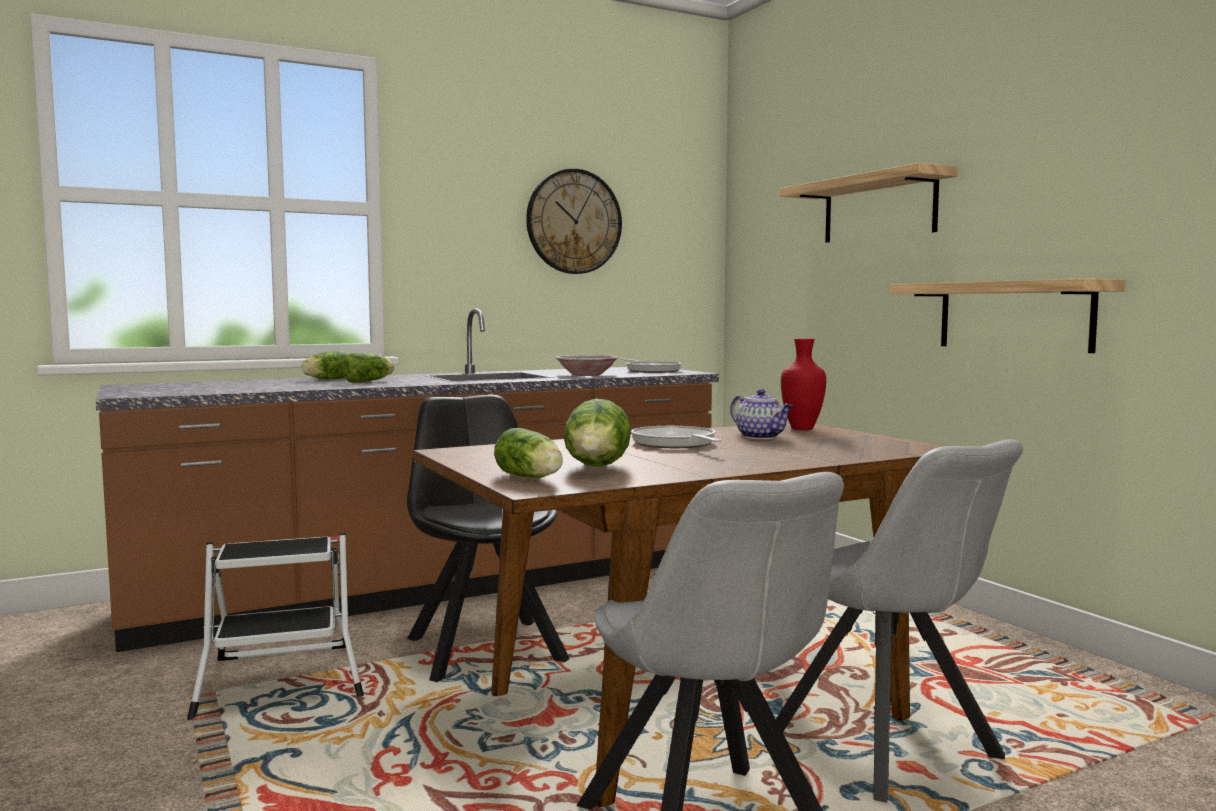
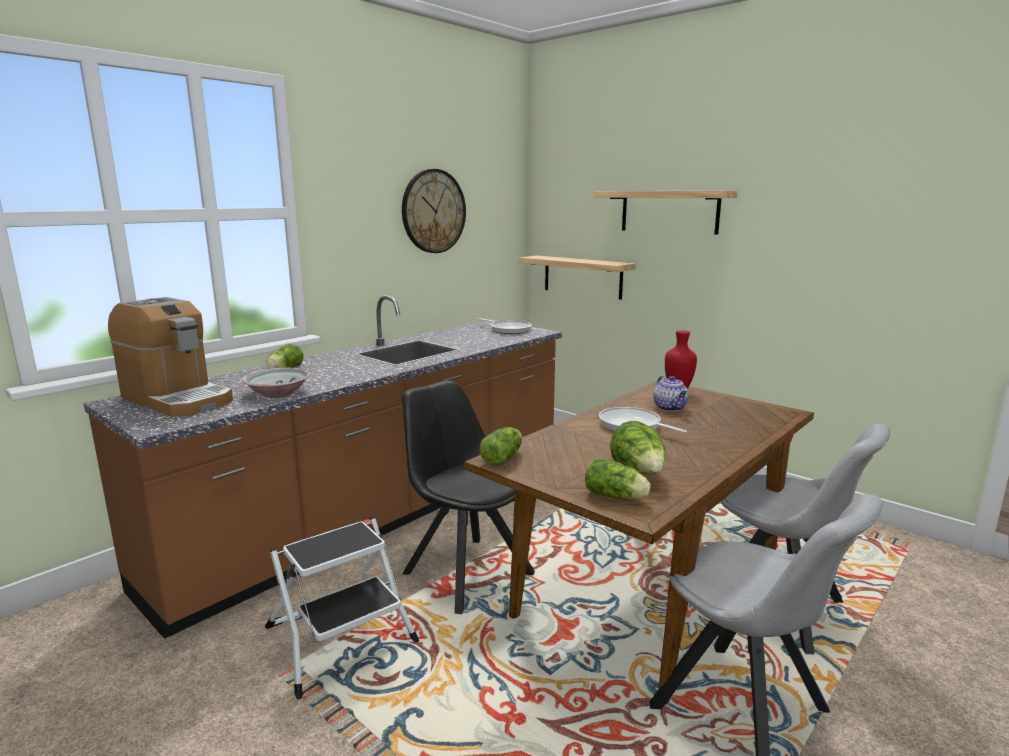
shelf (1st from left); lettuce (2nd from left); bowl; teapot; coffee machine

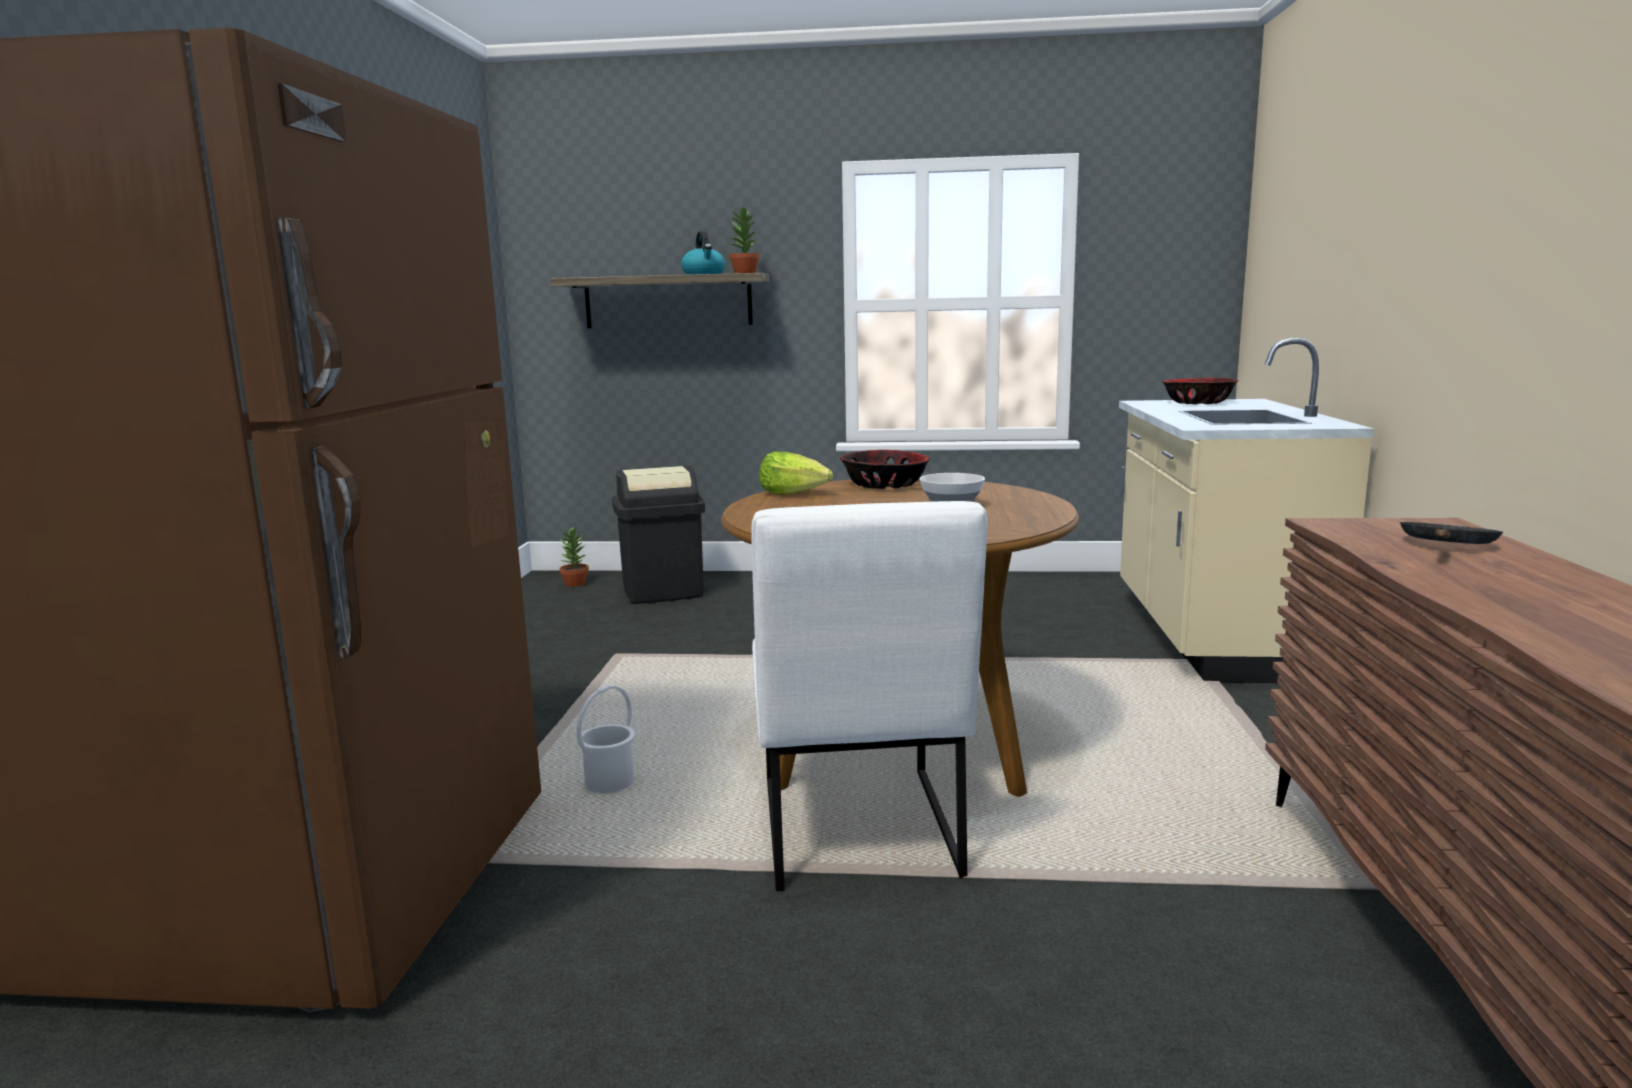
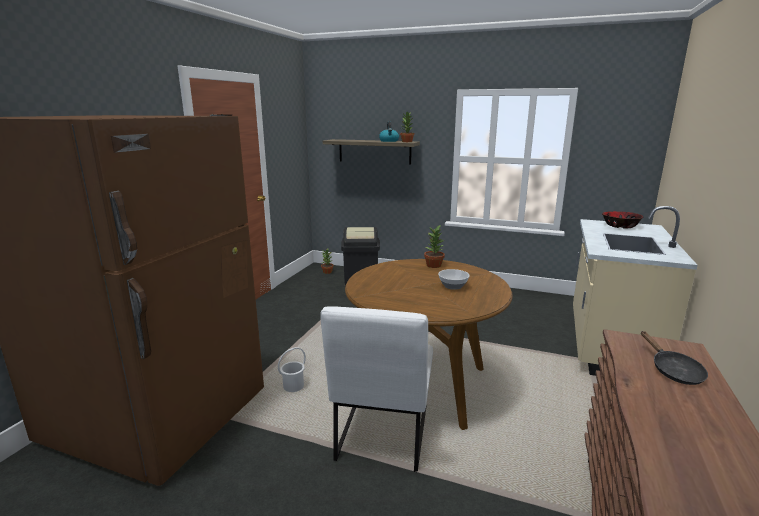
potted plant (3rd from left); lettuce; frying pan/black

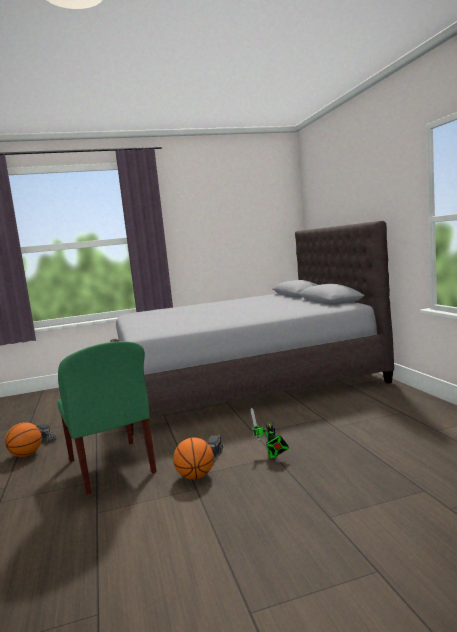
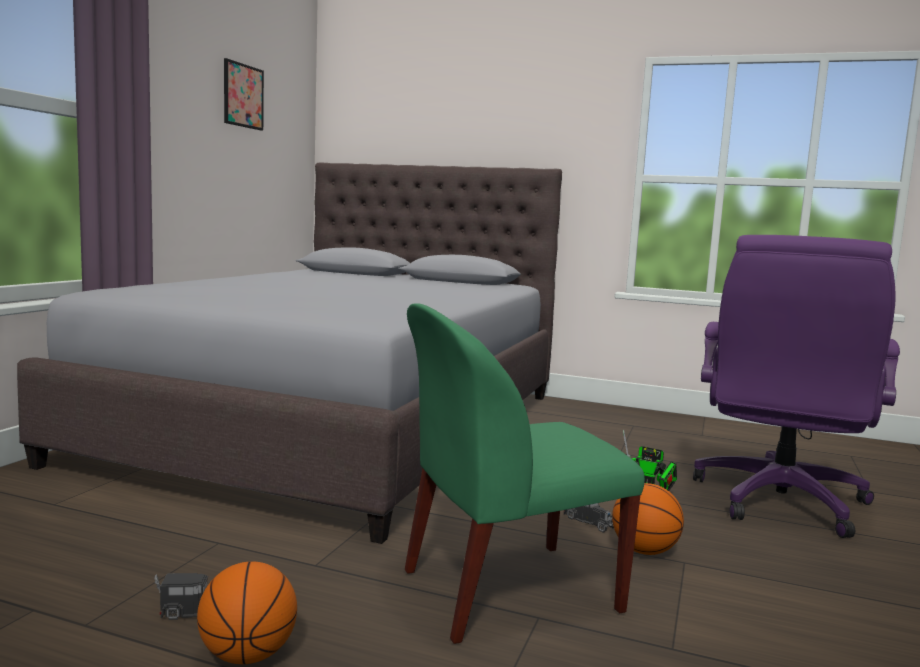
chair/green; picture; office chair/purple

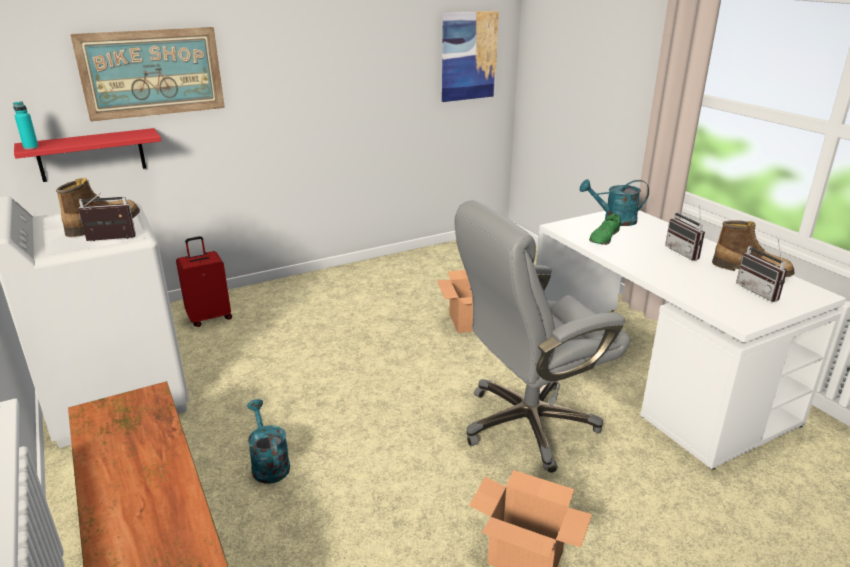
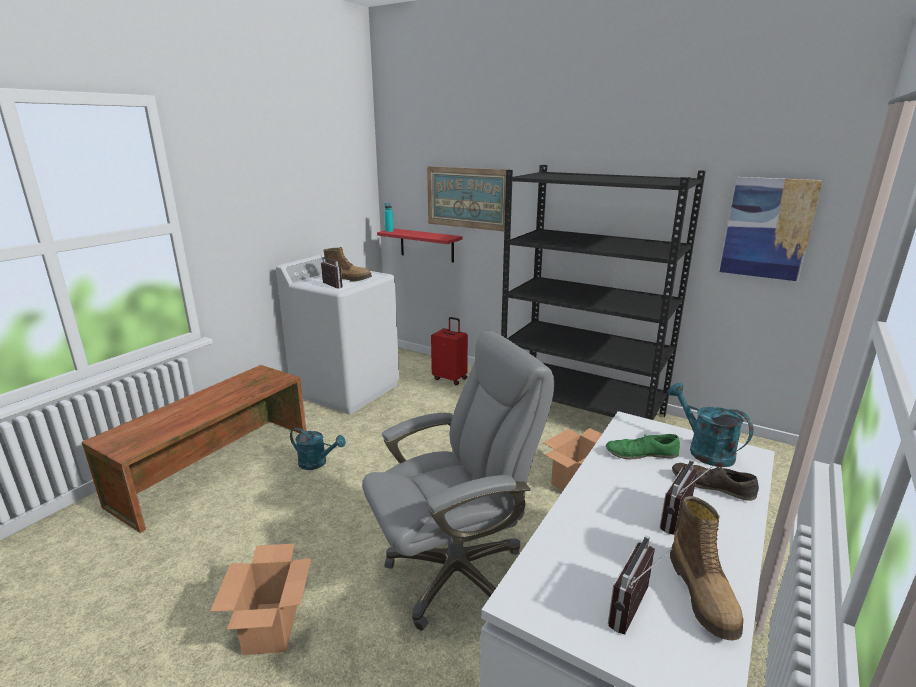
office chair/grey; watering can/turquoise (1st from left); bookcase/black; shoe/brown

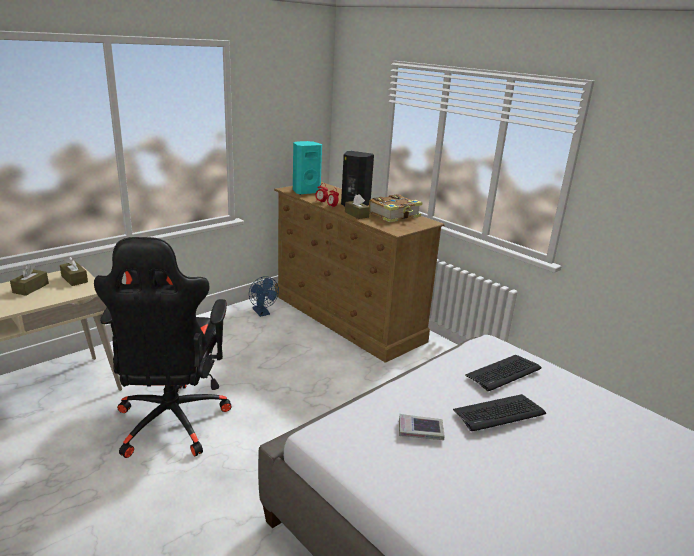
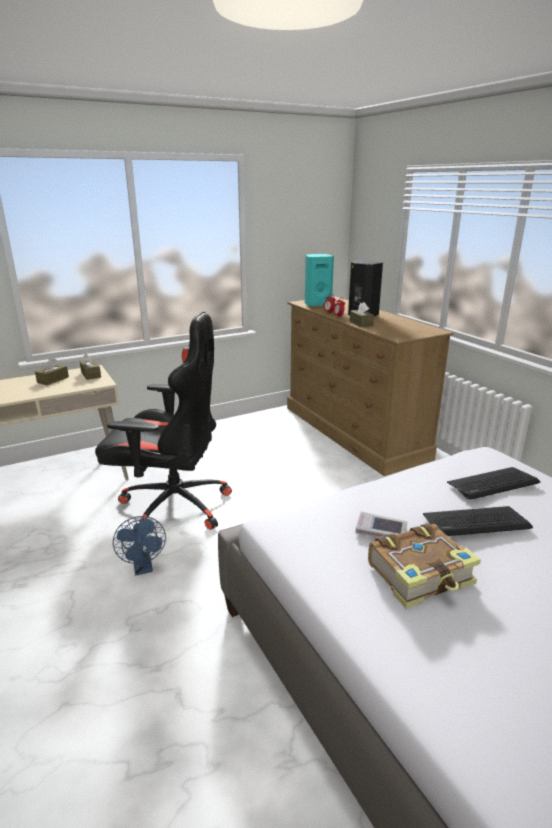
book (2nd from left); office chair/black; fan/blue

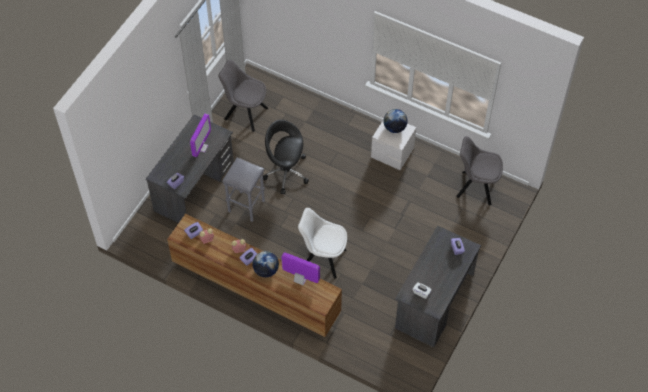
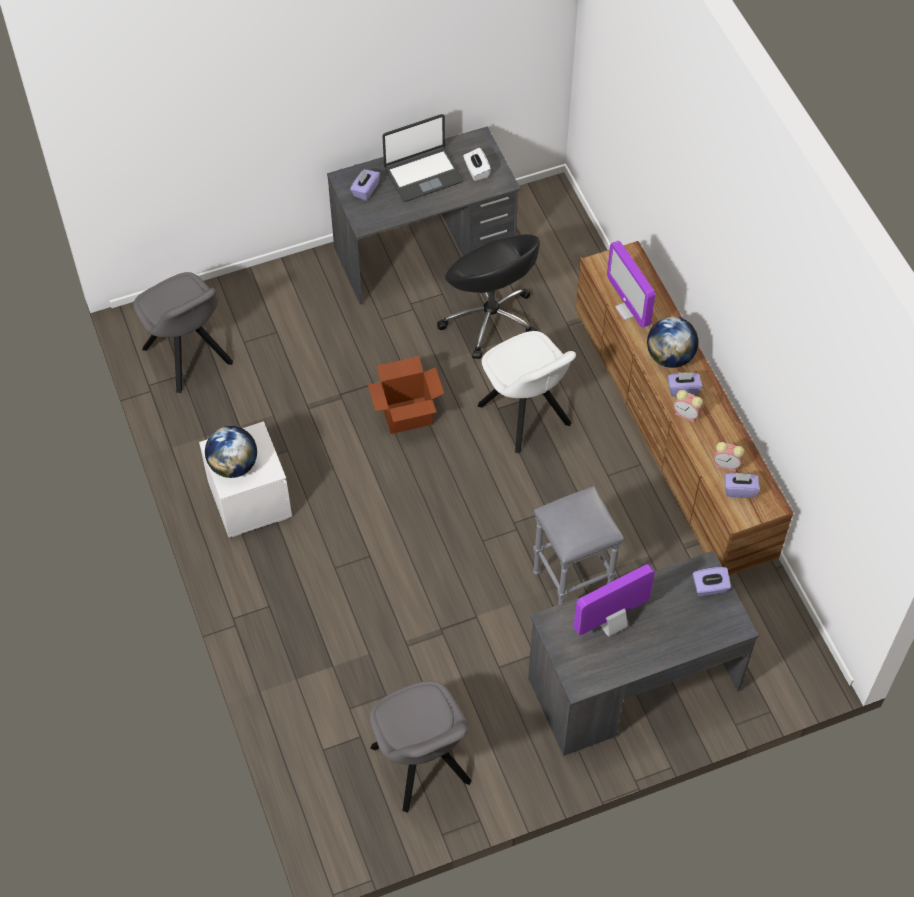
office chair/black; laptop; cardboard box

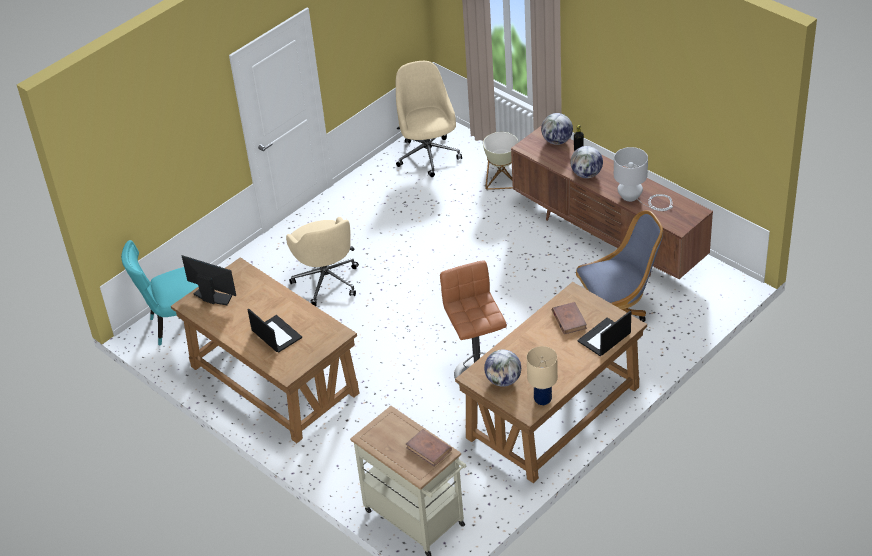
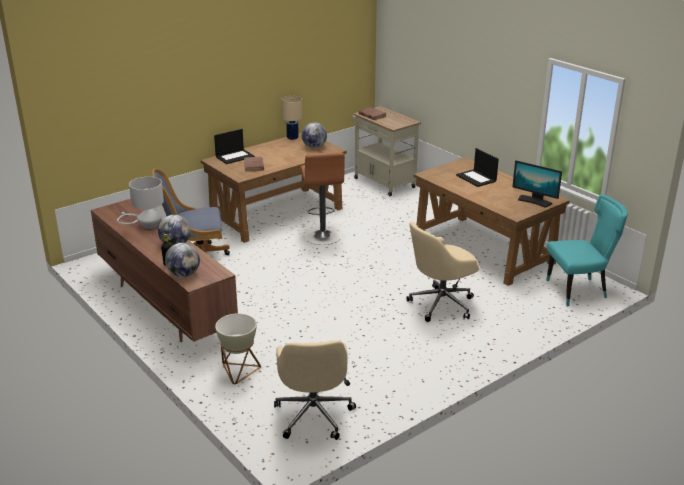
office chair/beige (2nd from left)

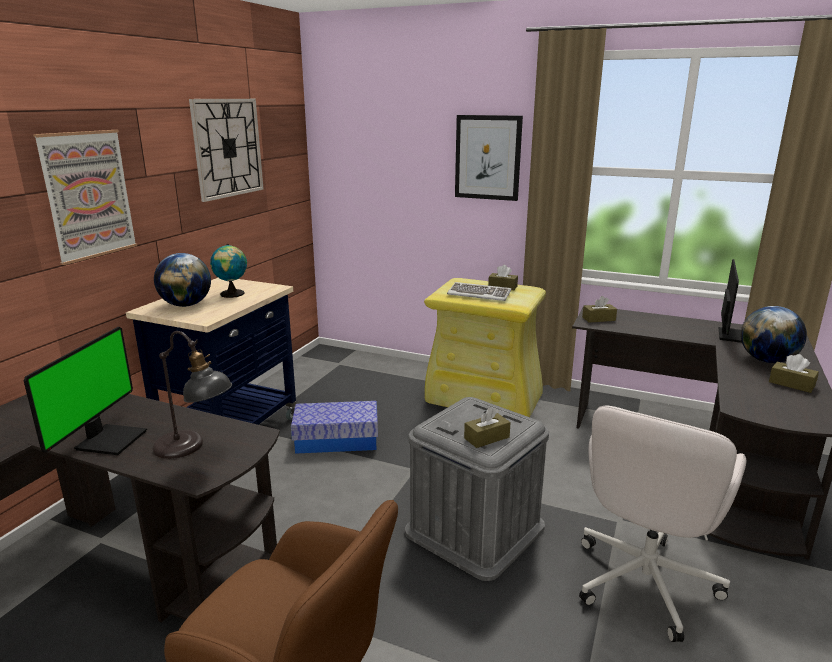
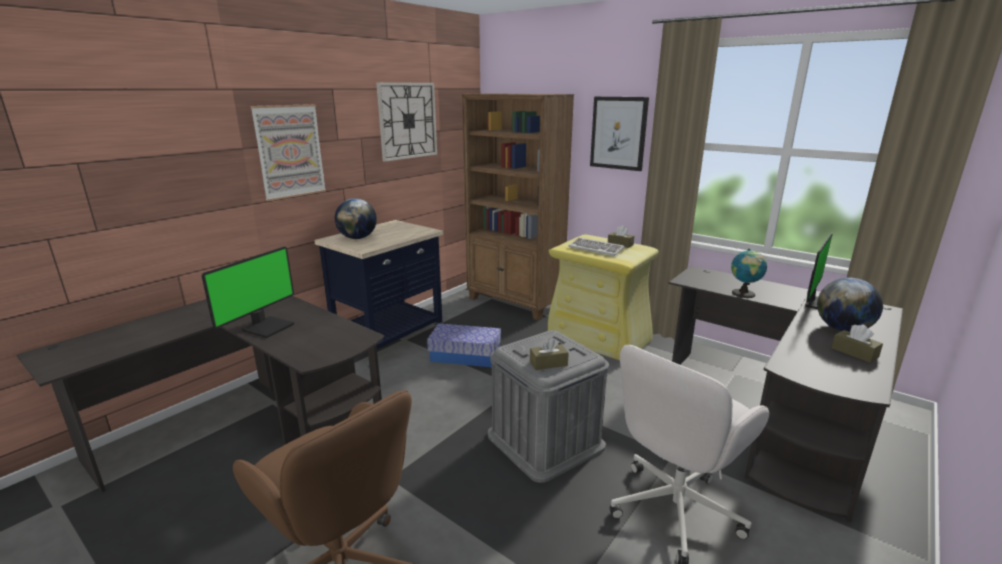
globe (2nd from left); tissue box/brown (3rd from left in the first image); table lamp/grey; bookcase/brown

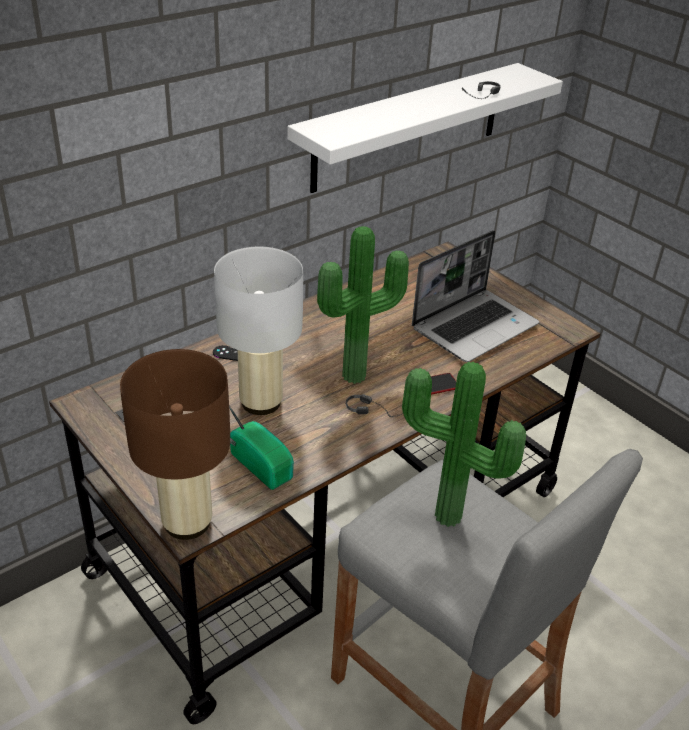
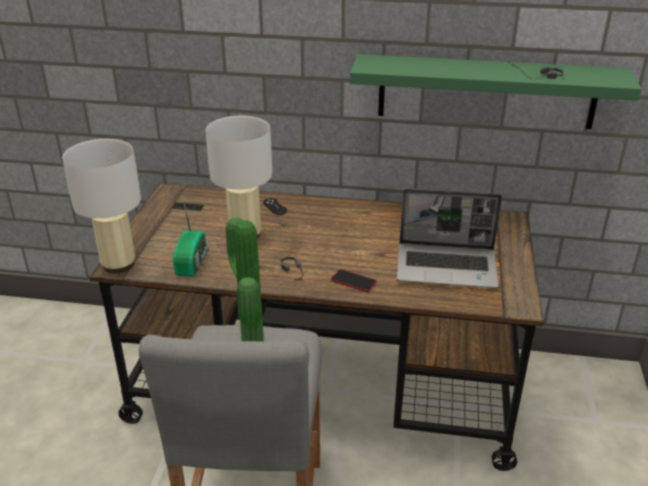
shelf/green; potted plant (1st from left in the first image); table lamp/white (1st from left)

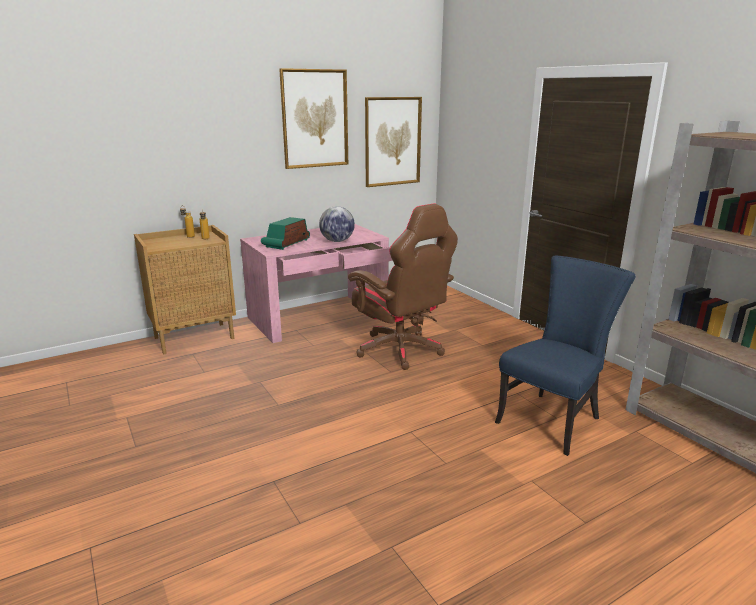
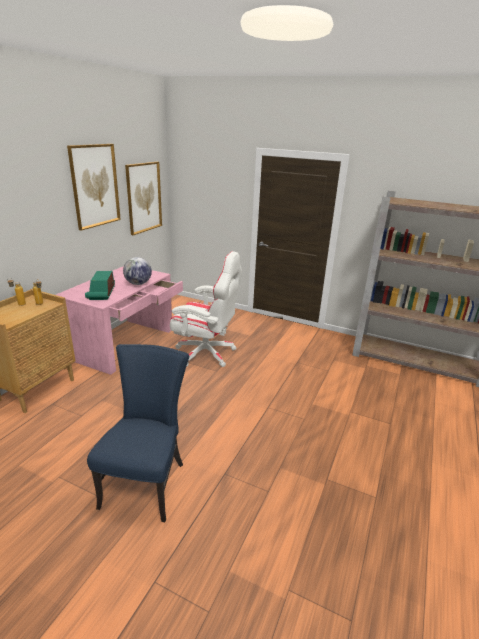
office chair/white; chair/blue

